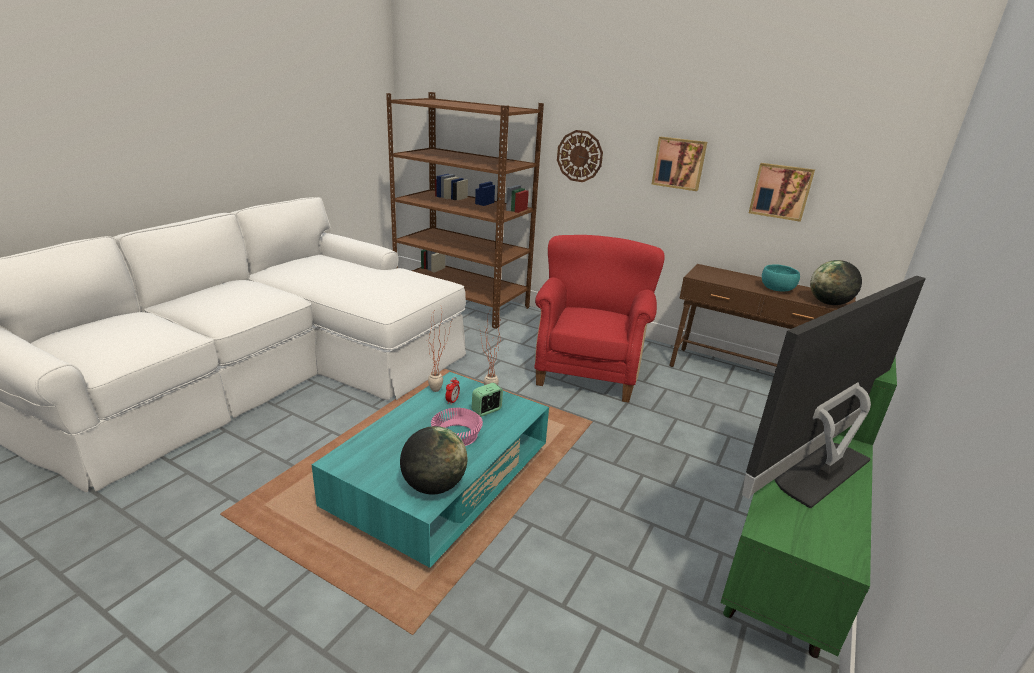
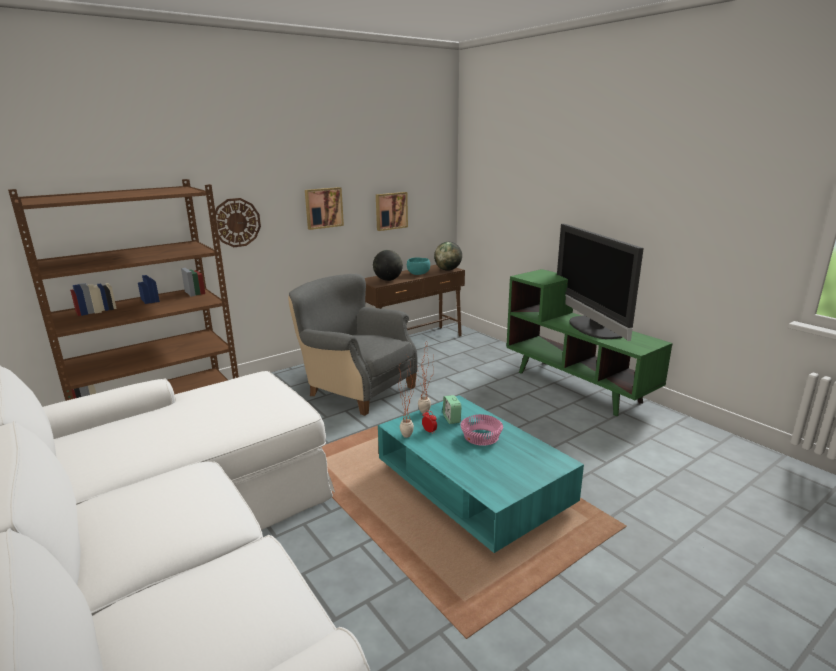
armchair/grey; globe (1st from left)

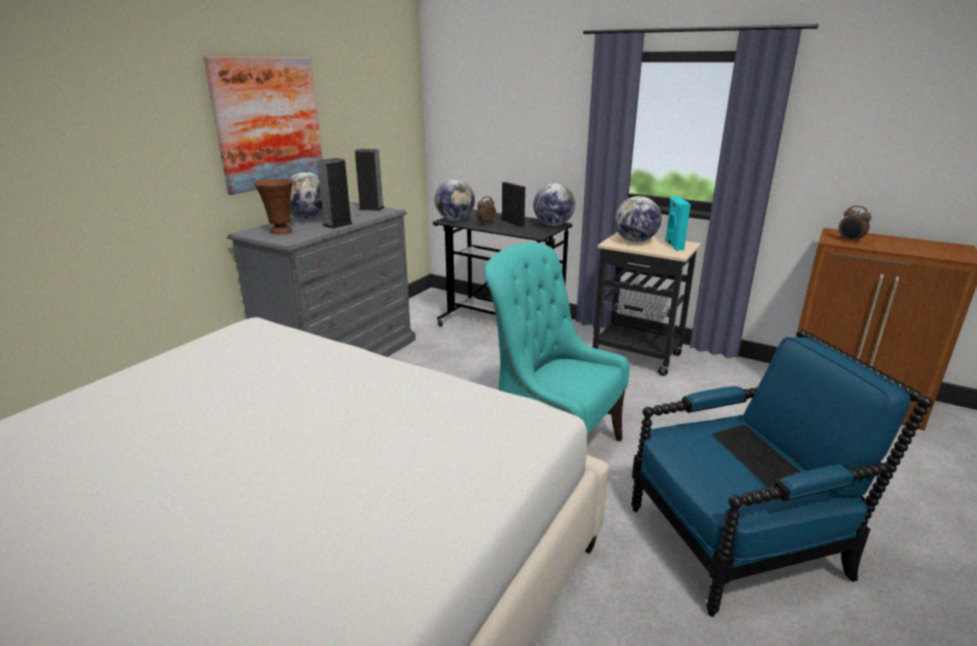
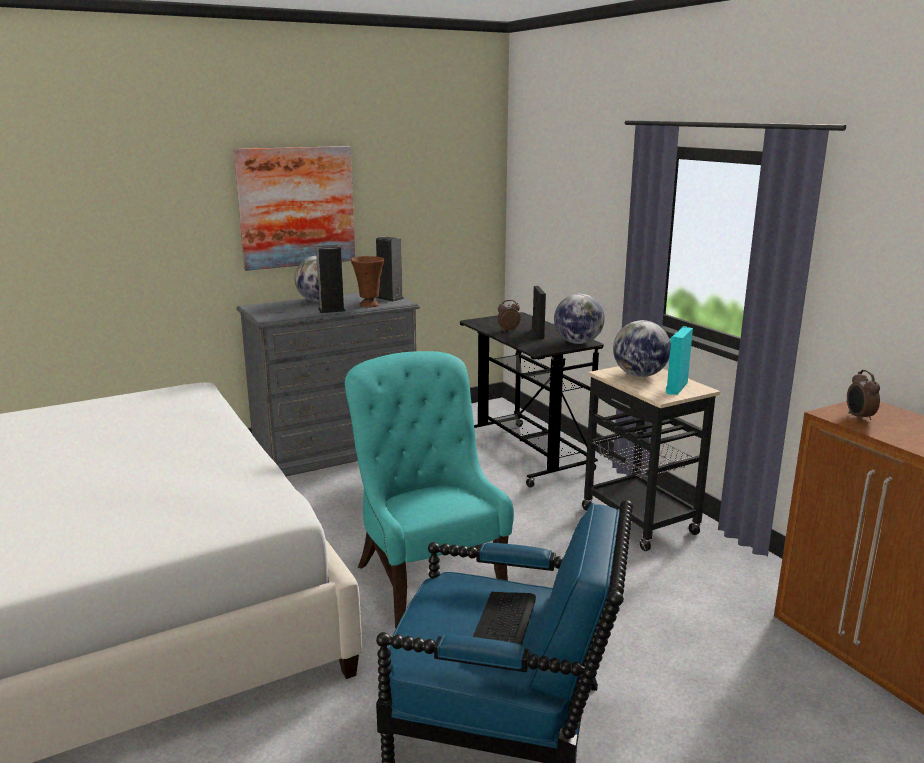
vase/brown; globe (2nd from left in the first image)

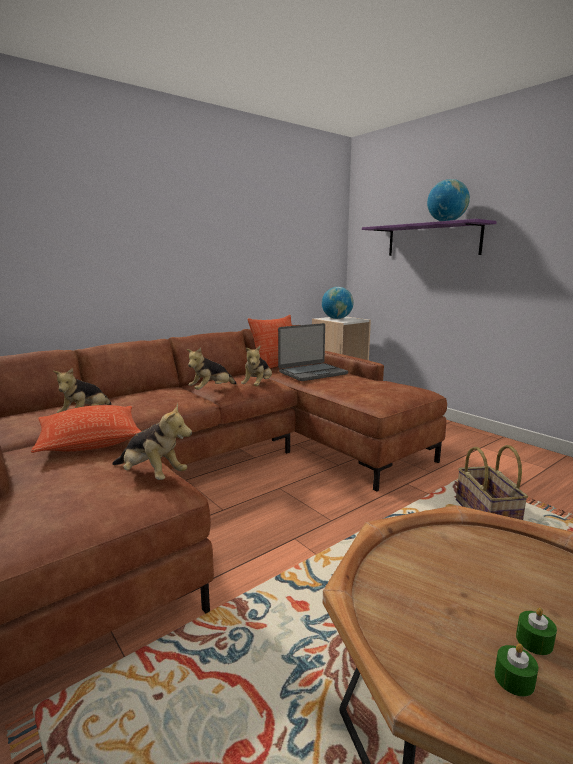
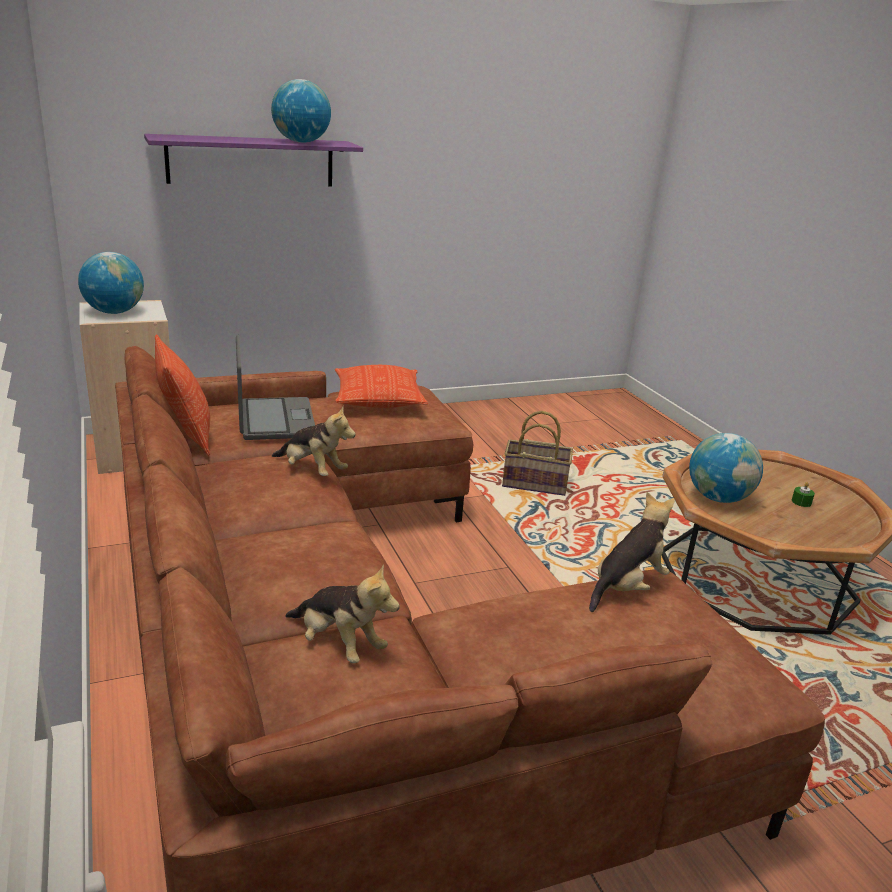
plush toy (3rd from left in the first image); pillow/orange (2nd from left); candle/green (1st from left in the first image); globe (3rd from left)

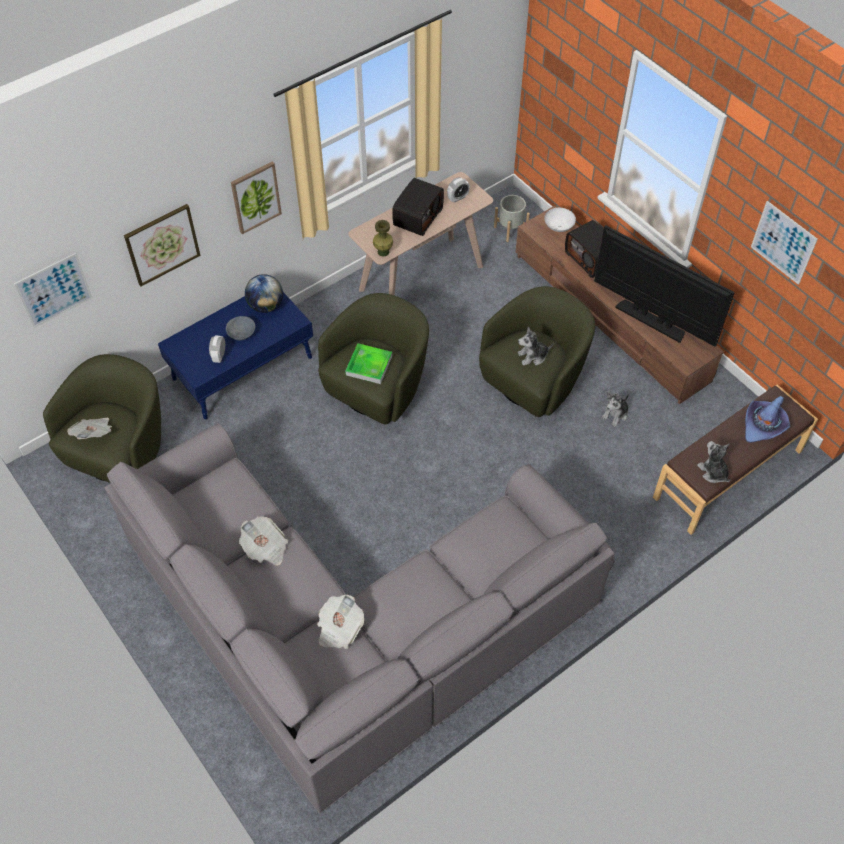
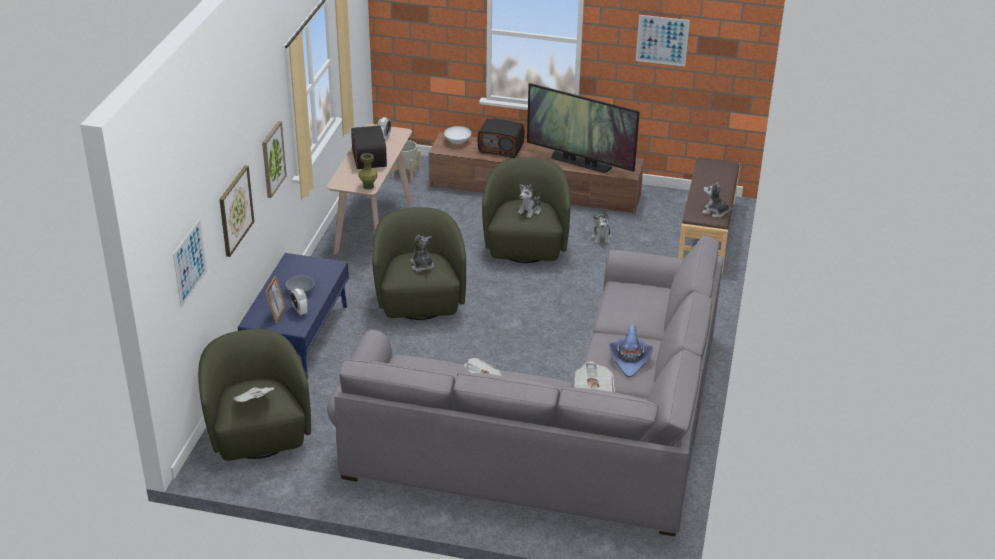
television; globe; plush toy (1st from left); hat/purple; picture frame

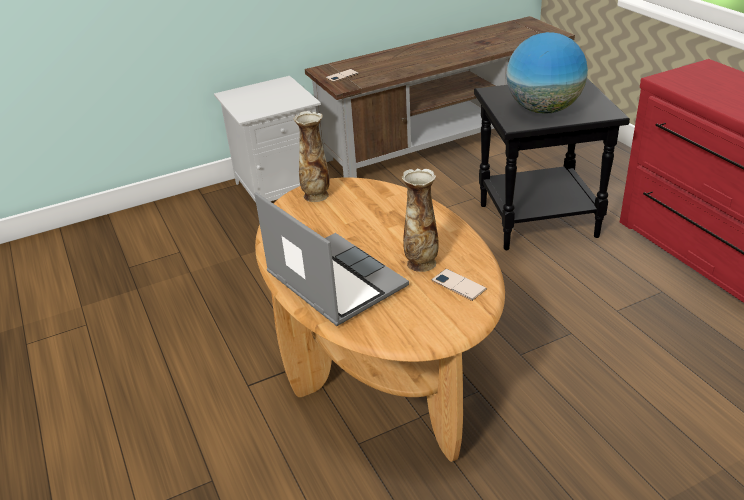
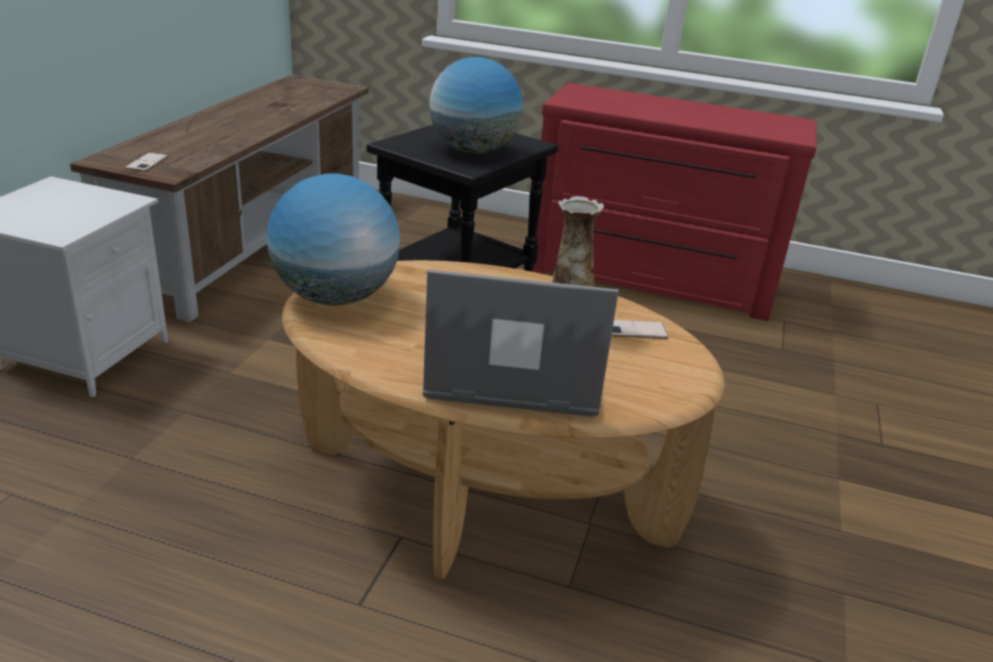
globe (1st from left)

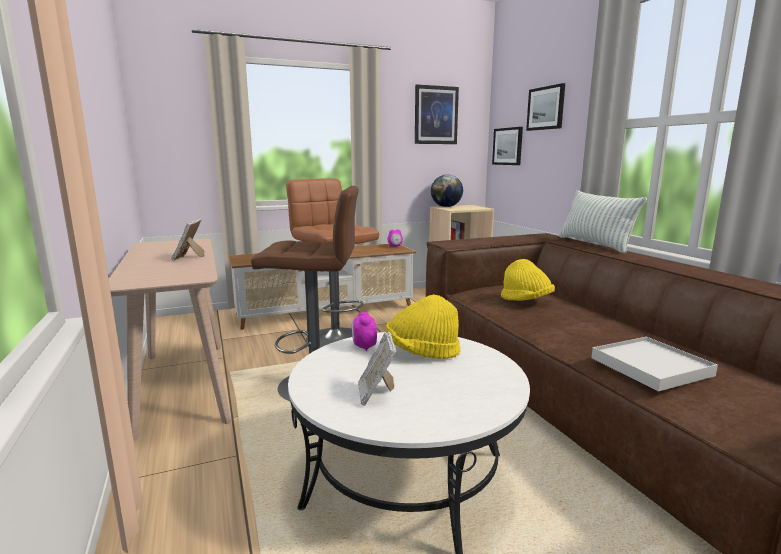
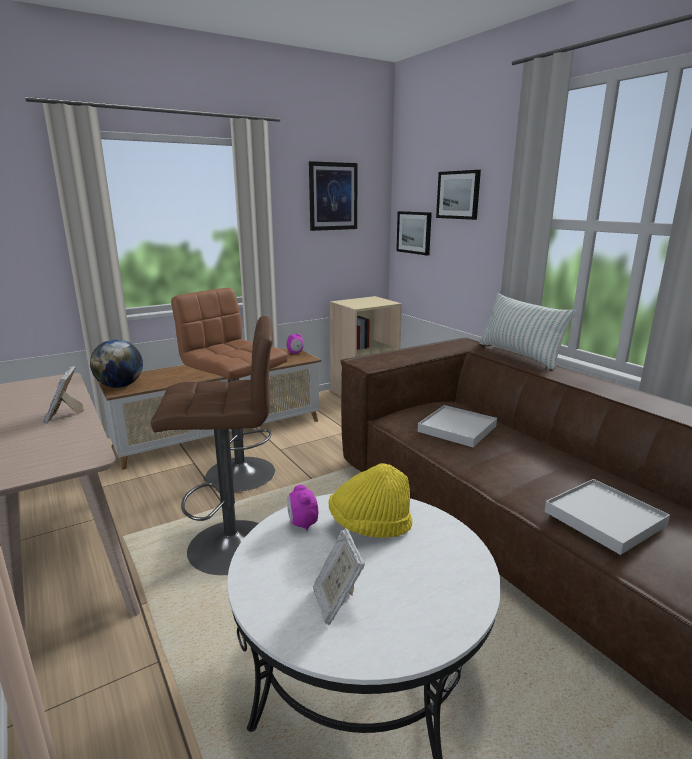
globe; tray/white (1st from left)

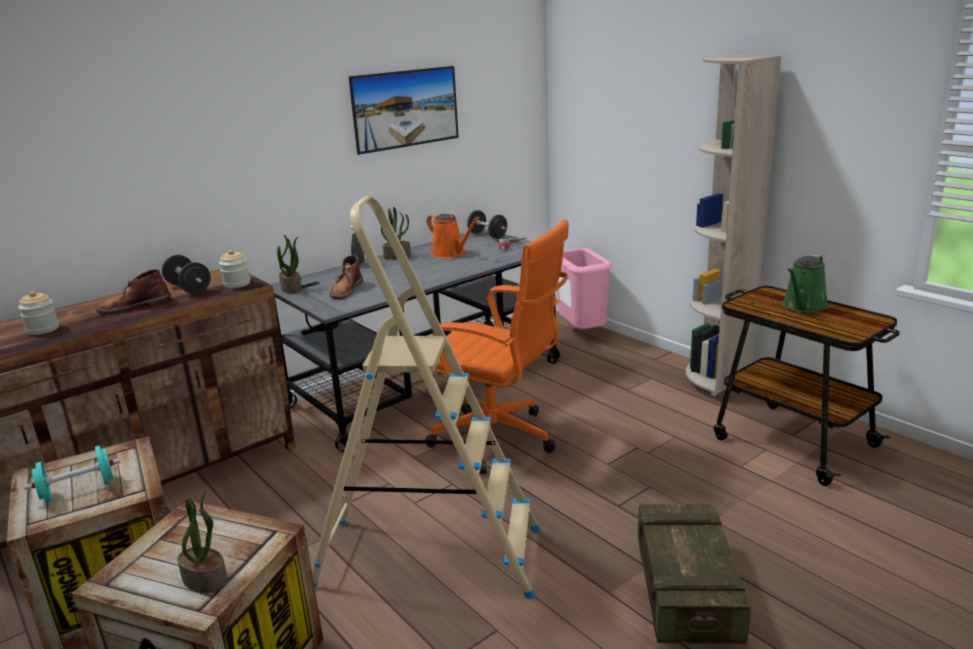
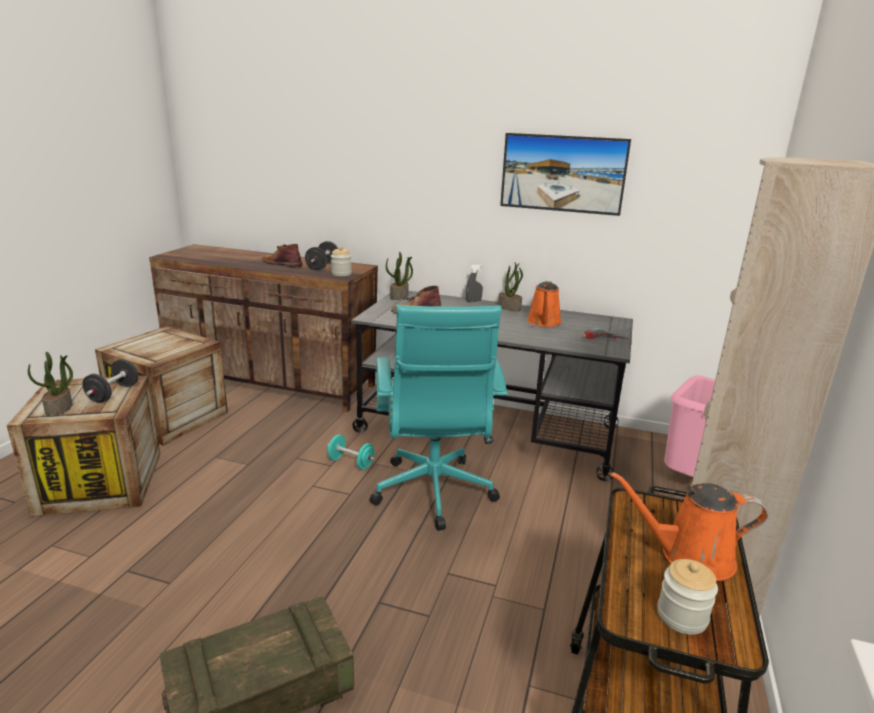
step ladder/beige; dumbbell/black (1st from left); office chair/turquoise; watering can/orange (2nd from left); jar (2nd from left); dumbbell/turquoise

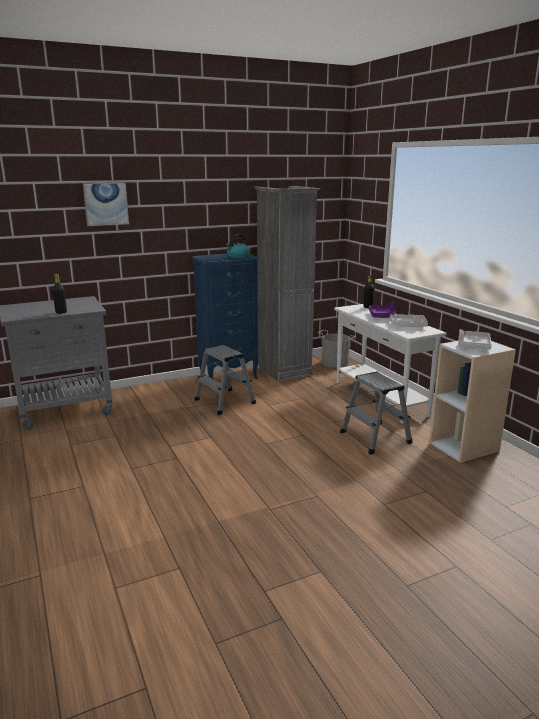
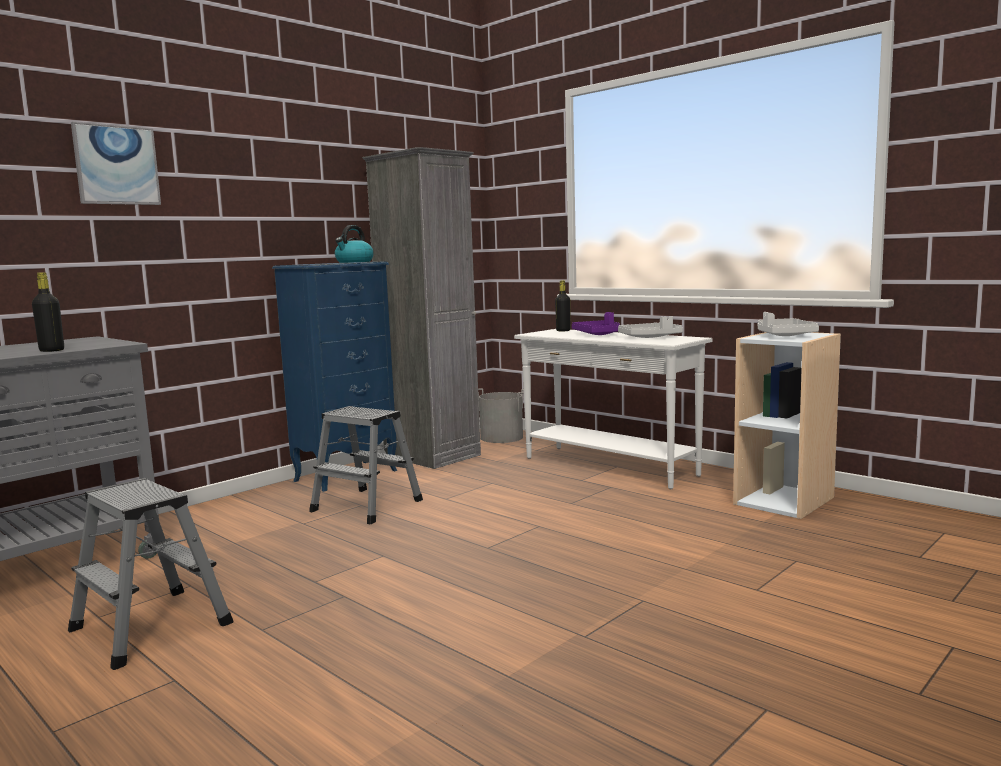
step ladder/grey (1st from left)

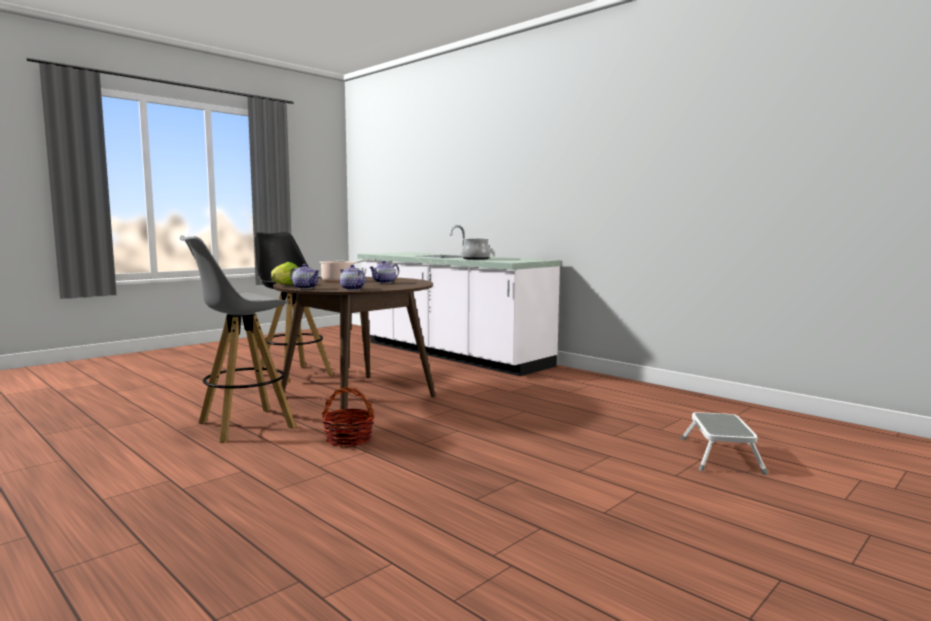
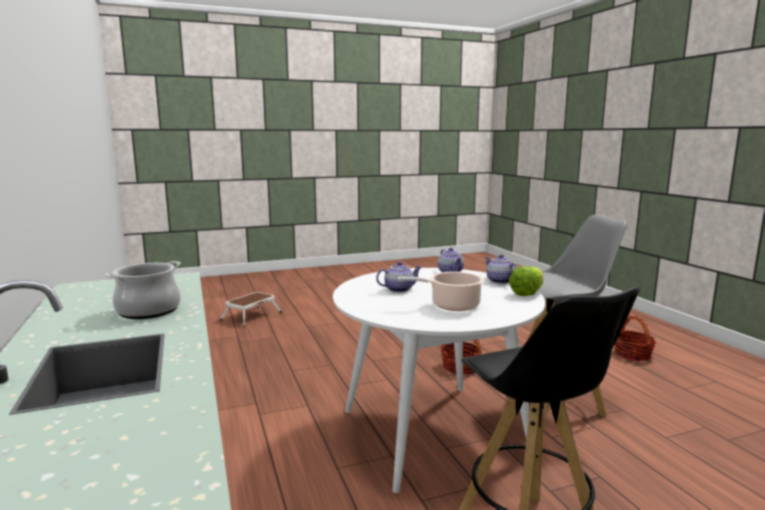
dining table/white; step ladder/brown; basket (2nd from left)

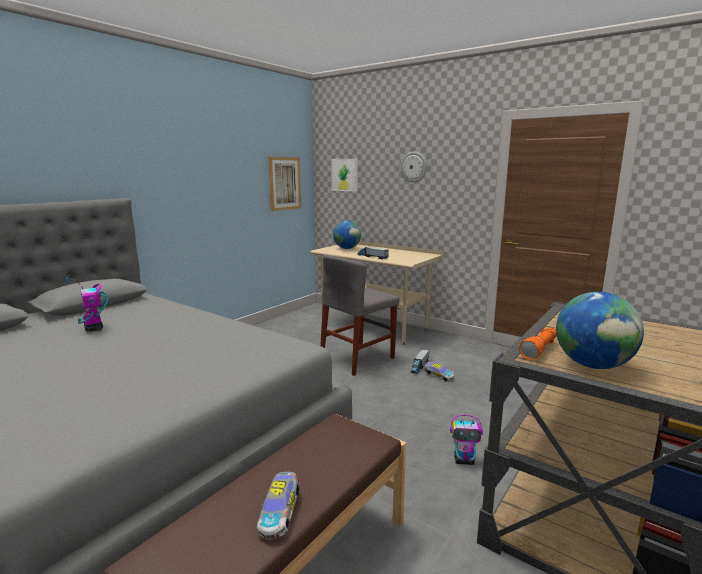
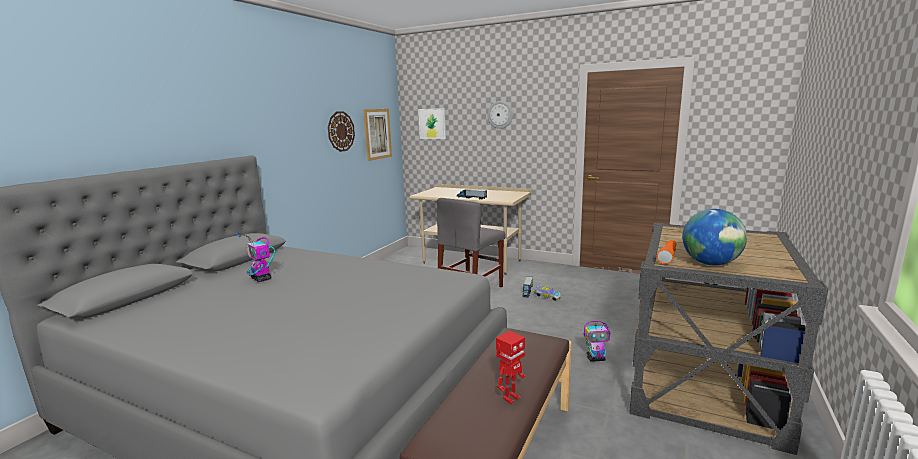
globe (1st from left in the first image); toy robot (2nd from left); wall clock (1st from left)

